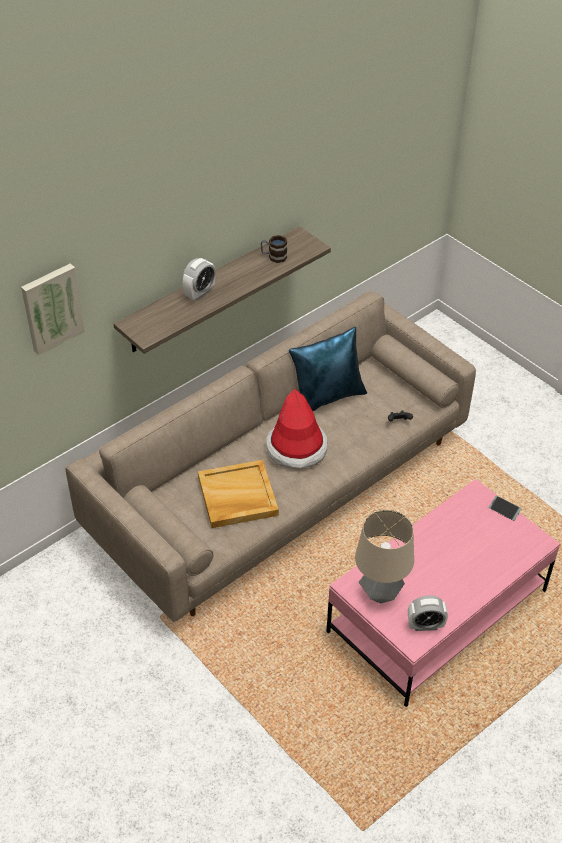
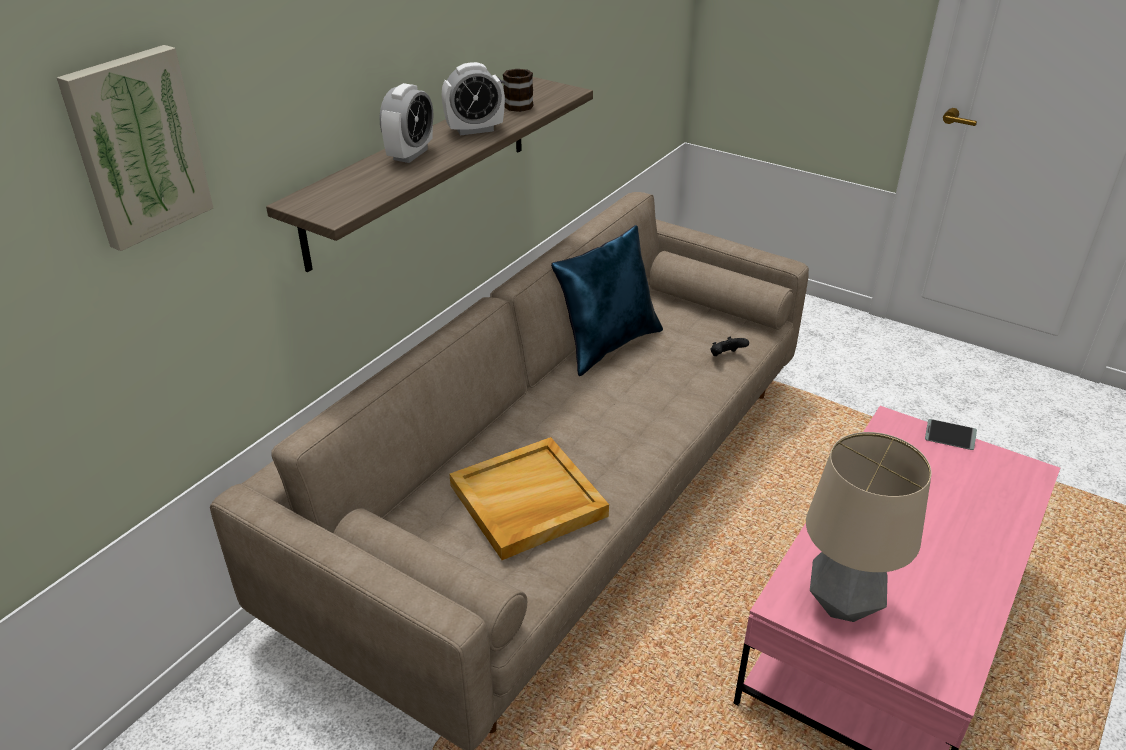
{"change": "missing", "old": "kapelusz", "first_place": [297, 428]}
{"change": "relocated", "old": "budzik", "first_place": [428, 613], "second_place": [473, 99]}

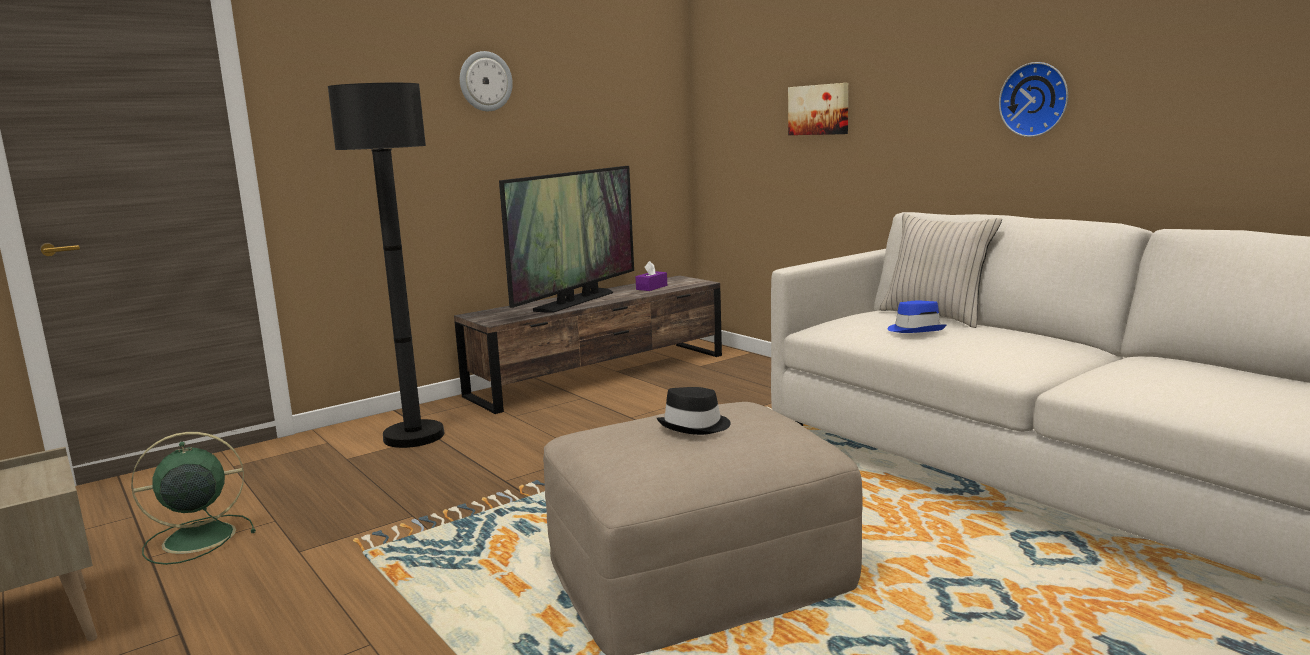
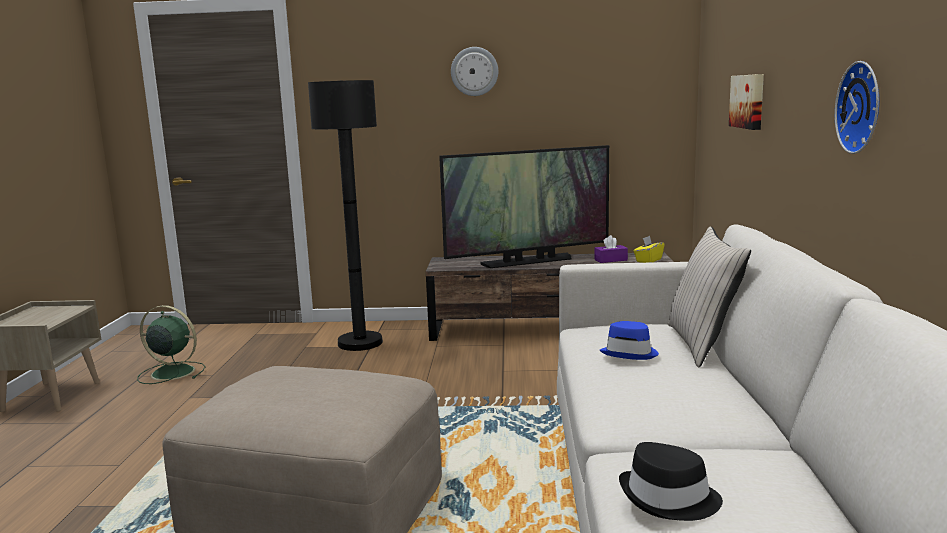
{"change": "relocated", "old": "kapelusz [czarny]", "first_place": [694, 411], "second_place": [671, 481]}
{"change": "appeared", "new": "pudełko chusteczek [żółty]", "second_place": [649, 249]}

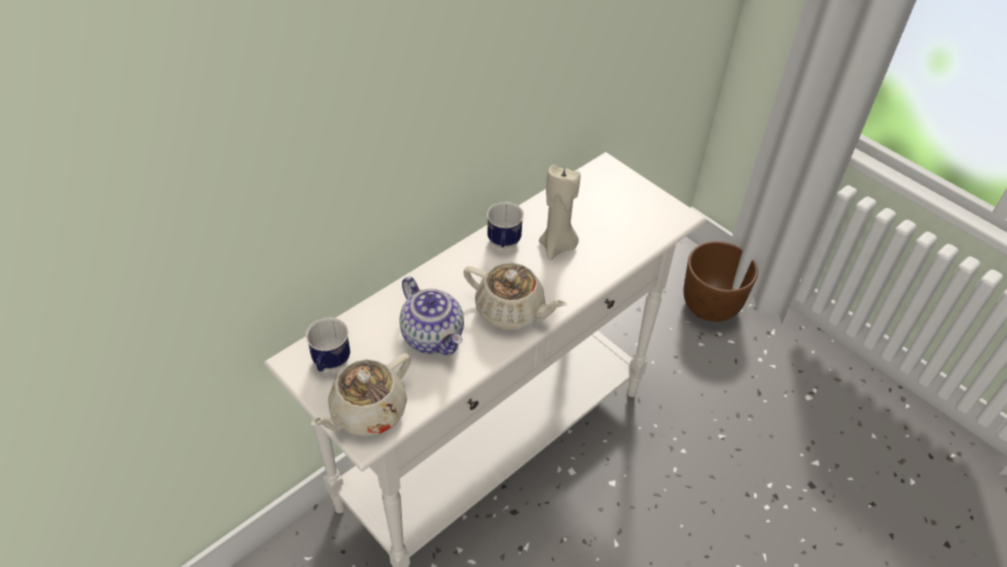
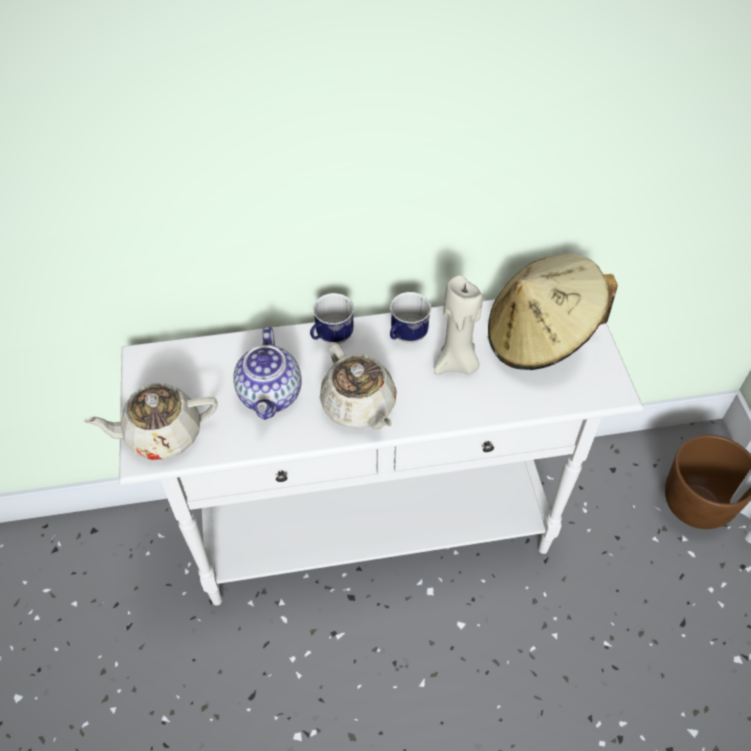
{"change": "relocated", "old": "kubek", "first_place": [327, 344], "second_place": [332, 318]}
{"change": "appeared", "new": "kapelusz [beżowy]", "second_place": [553, 312]}

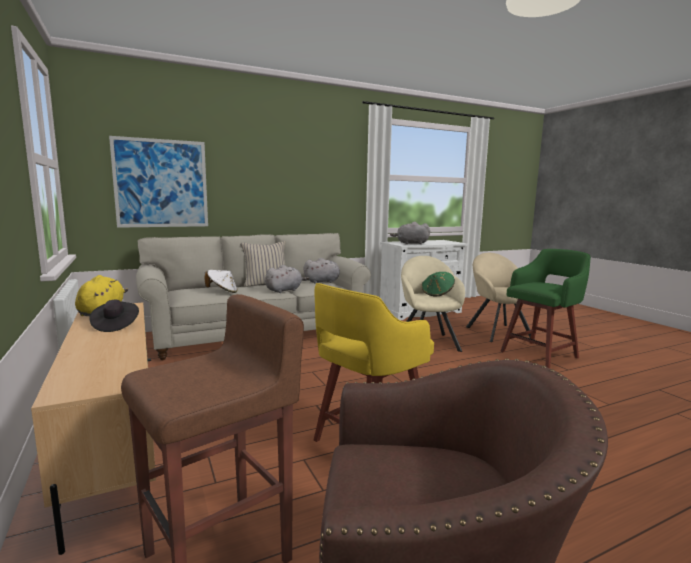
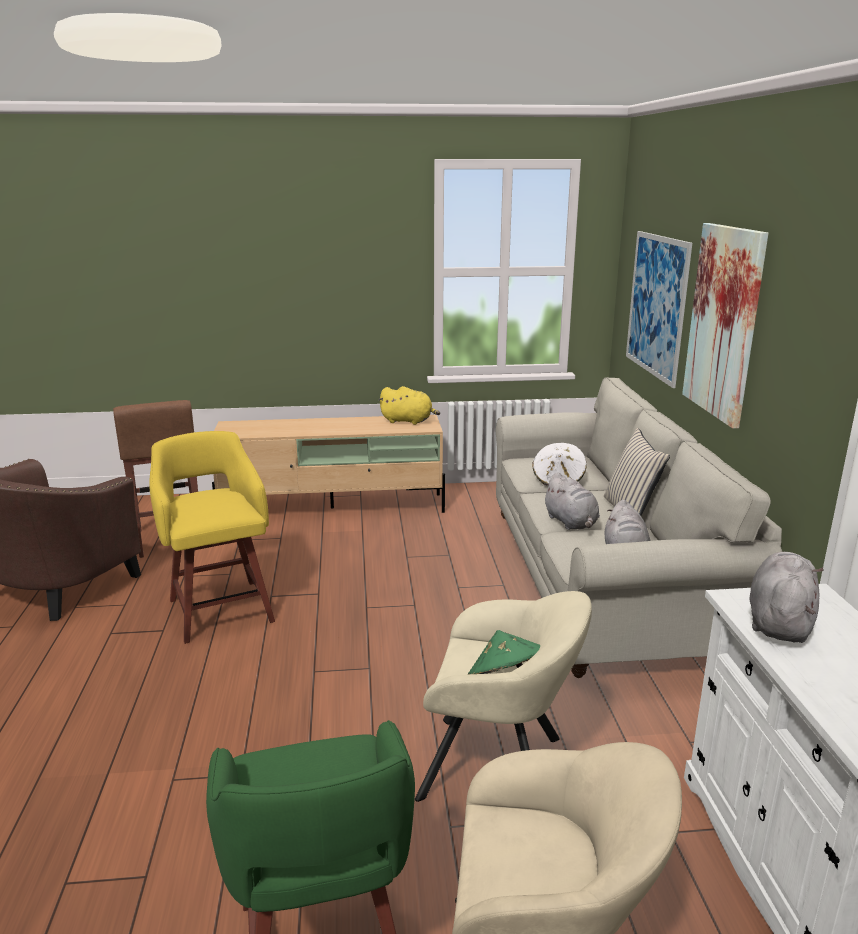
{"change": "missing", "old": "kapelusz [czarny]", "first_place": [114, 316]}
{"change": "appeared", "new": "obraz", "second_place": [725, 326]}

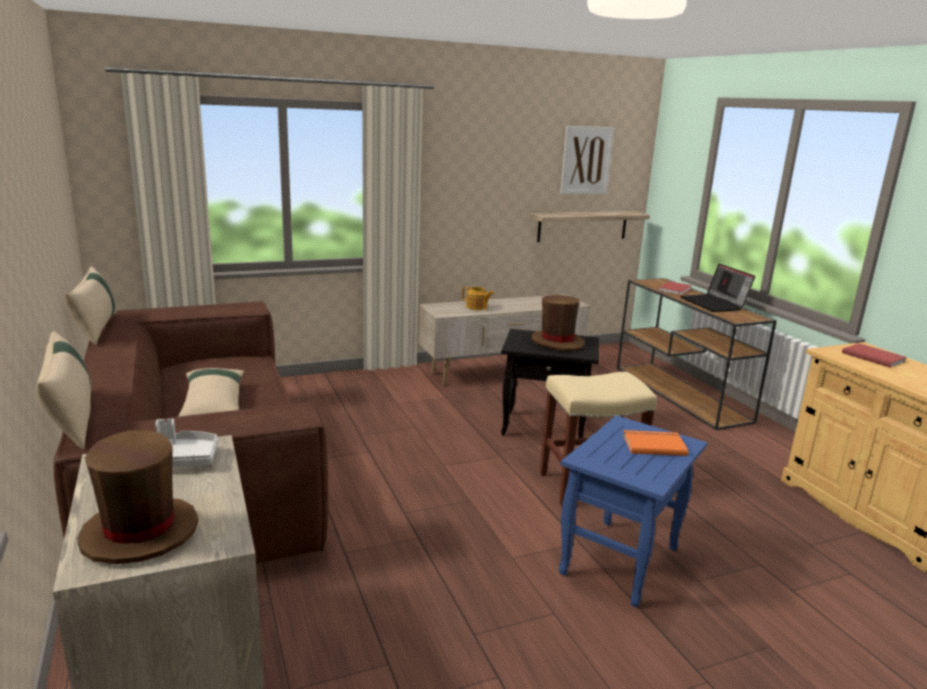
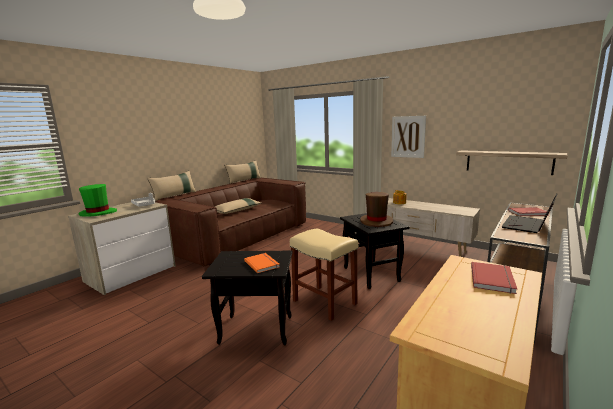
{"change": "colour", "old": "kapelusz [brązowy]", "new": "kapelusz [zielony]", "first_place": [137, 497], "second_place": [97, 200]}
{"change": "colour", "old": "stolik [niebieski]", "new": "stolik [czarny]", "first_place": [633, 511], "second_place": [247, 298]}
{"change": "relocated", "old": "obraz", "first_place": [587, 160], "second_place": [408, 137]}

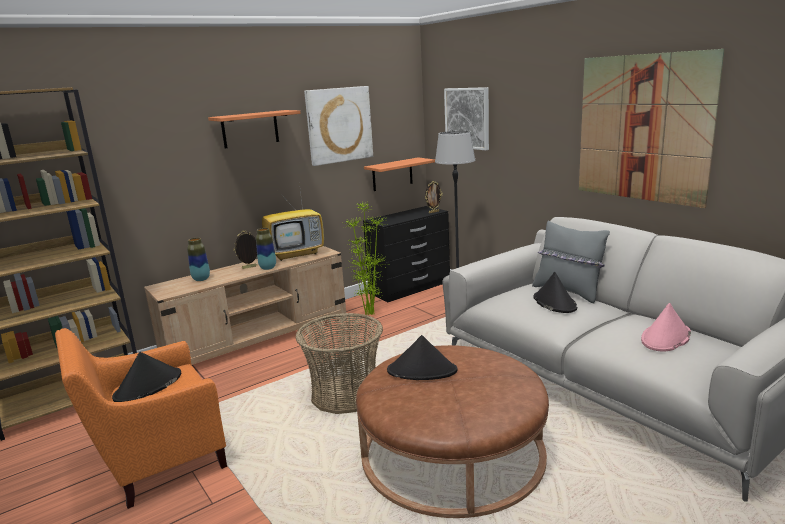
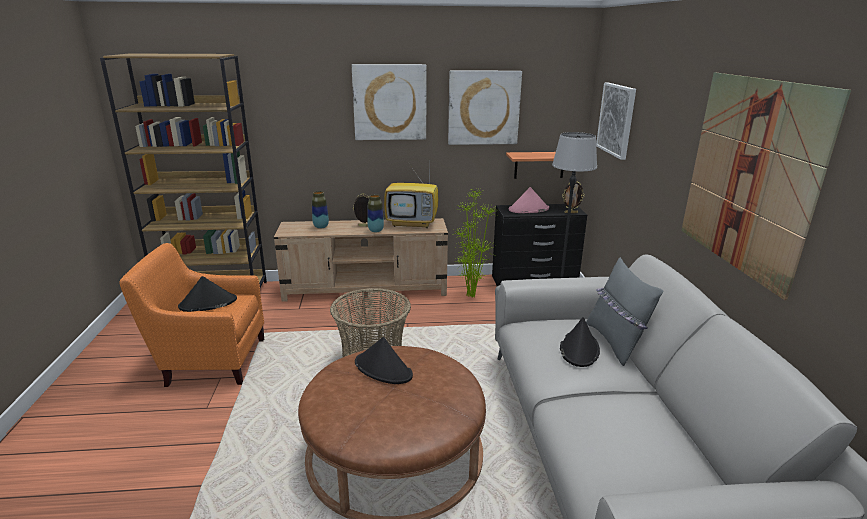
{"change": "exchanged", "old": "półka", "new": "obraz", "first_place": [254, 129], "second_place": [389, 102]}
{"change": "relocated", "old": "kapelusz [różowy]", "first_place": [666, 327], "second_place": [529, 200]}

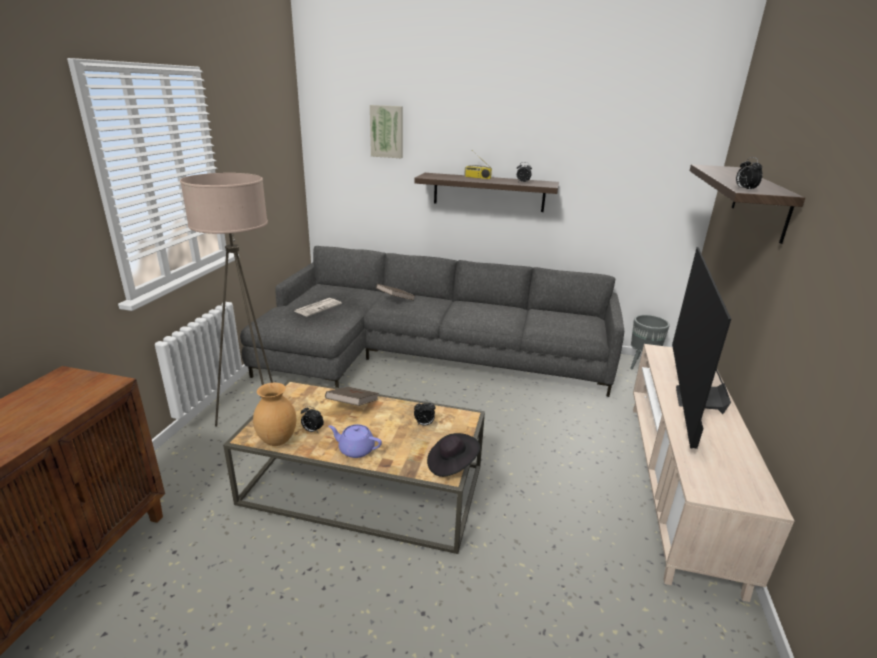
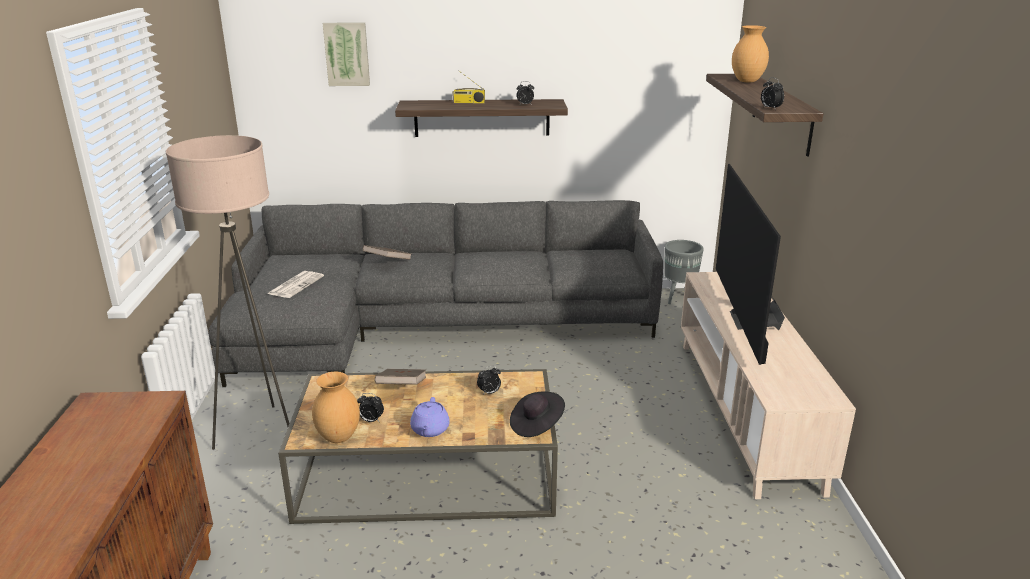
{"change": "spun", "old": "imbryk [fioletowy]", "first_place": [355, 441], "second_place": [430, 417], "degrees": -90}
{"change": "appeared", "new": "wazon [brązowy]", "second_place": [750, 53]}

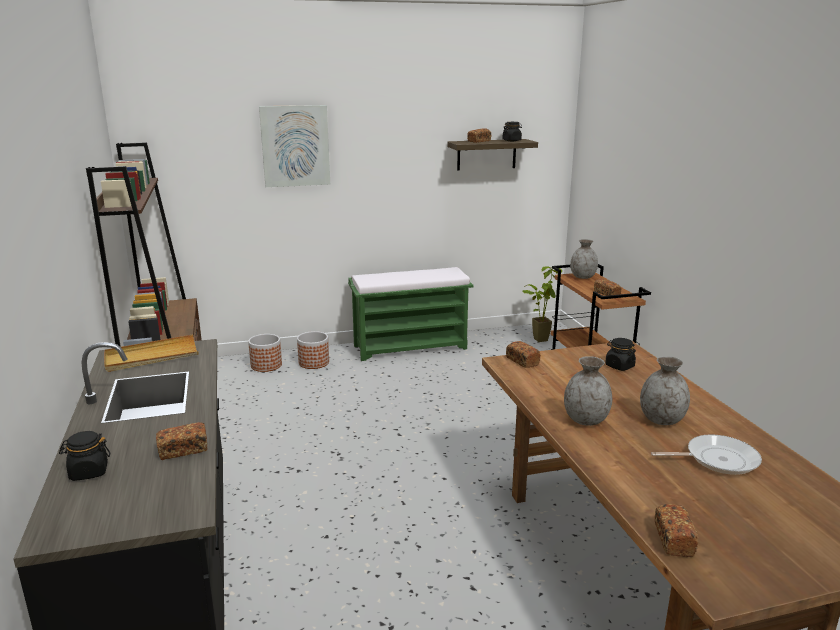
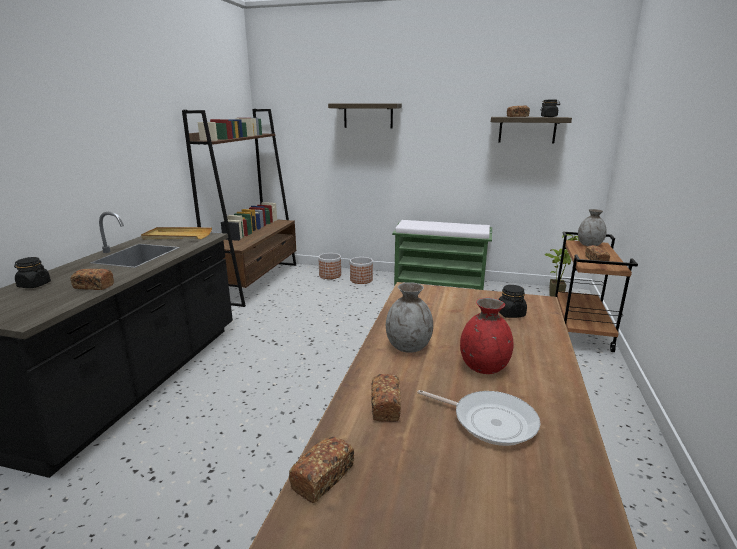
{"change": "exchanged", "old": "obraz", "new": "półka", "first_place": [294, 146], "second_place": [365, 116]}
{"change": "relocated", "old": "chleb", "first_place": [523, 354], "second_place": [386, 398]}
{"change": "colour", "old": "wazon [szary]", "new": "wazon [czerwony]", "first_place": [665, 390], "second_place": [487, 336]}

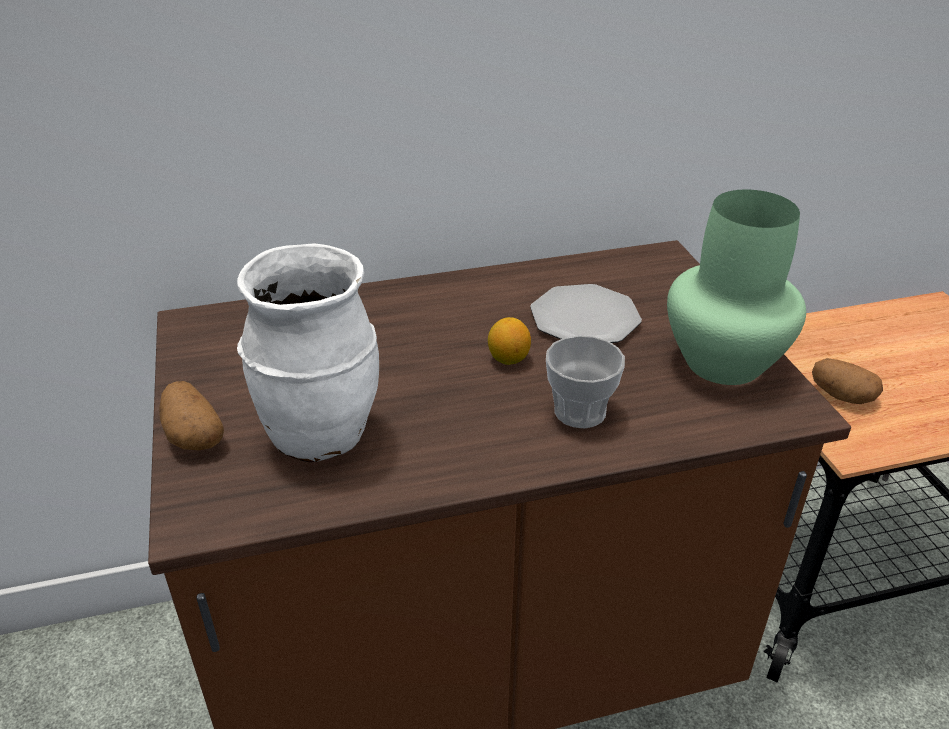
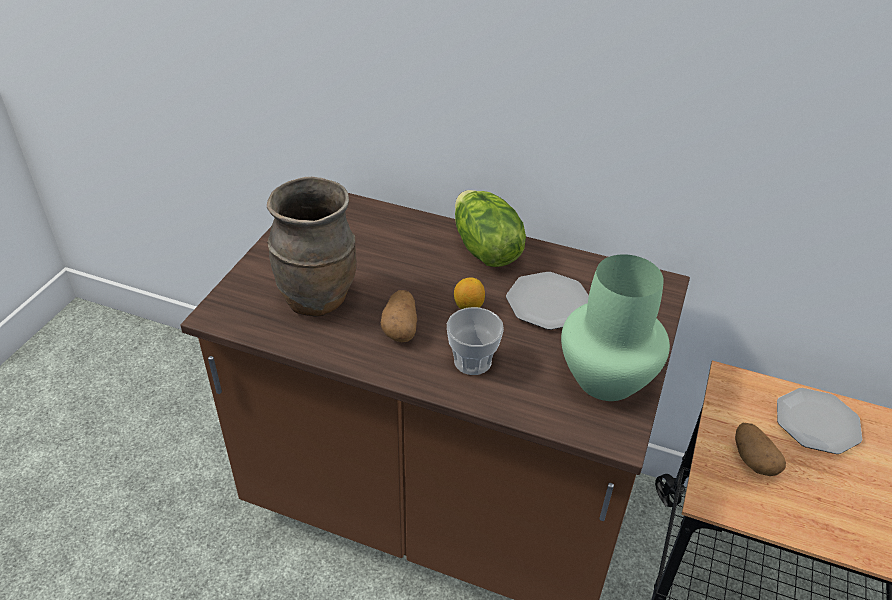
{"change": "relocated", "old": "ziemniak", "first_place": [191, 415], "second_place": [399, 316]}
{"change": "colour", "old": "wazon [biały]", "new": "wazon [brązowy]", "first_place": [308, 352], "second_place": [312, 246]}
{"change": "appeared", "new": "sałata", "second_place": [490, 228]}
{"change": "appeared", "new": "talerz", "second_place": [819, 421]}

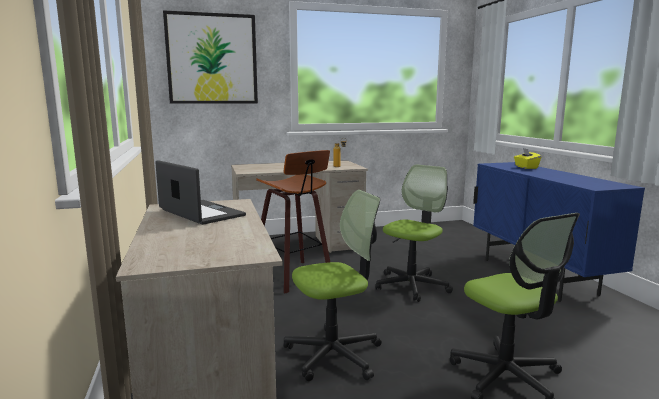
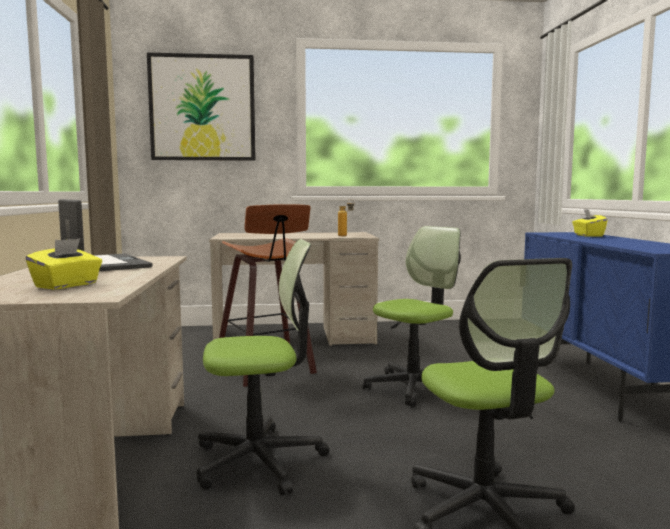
{"change": "appeared", "new": "pudełko chusteczek [żółty]", "second_place": [63, 264]}

